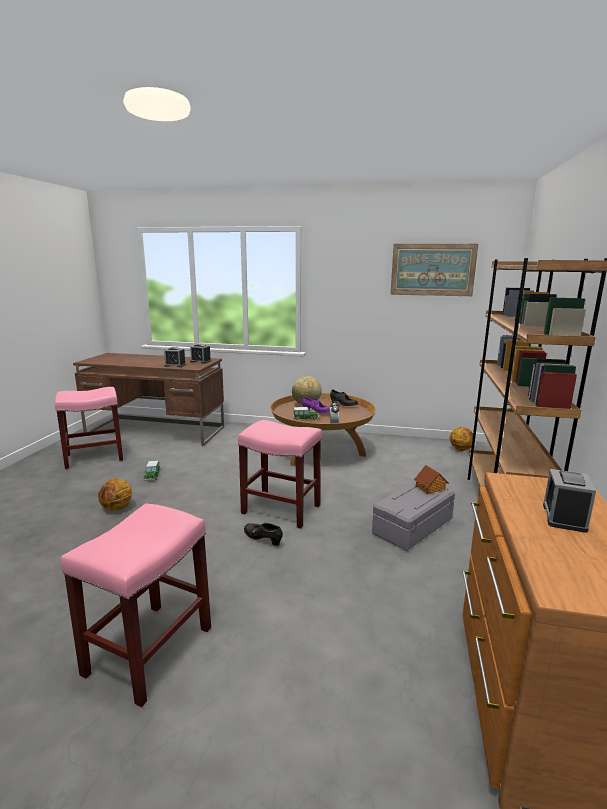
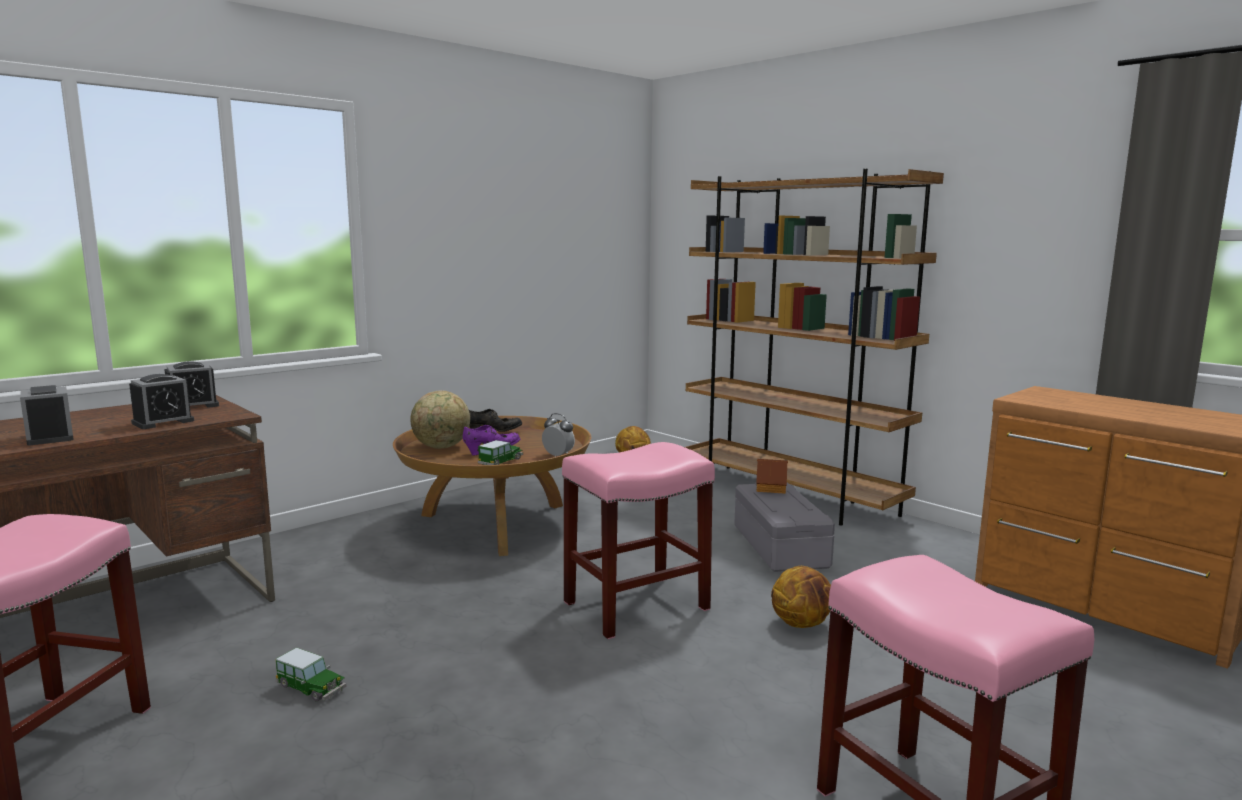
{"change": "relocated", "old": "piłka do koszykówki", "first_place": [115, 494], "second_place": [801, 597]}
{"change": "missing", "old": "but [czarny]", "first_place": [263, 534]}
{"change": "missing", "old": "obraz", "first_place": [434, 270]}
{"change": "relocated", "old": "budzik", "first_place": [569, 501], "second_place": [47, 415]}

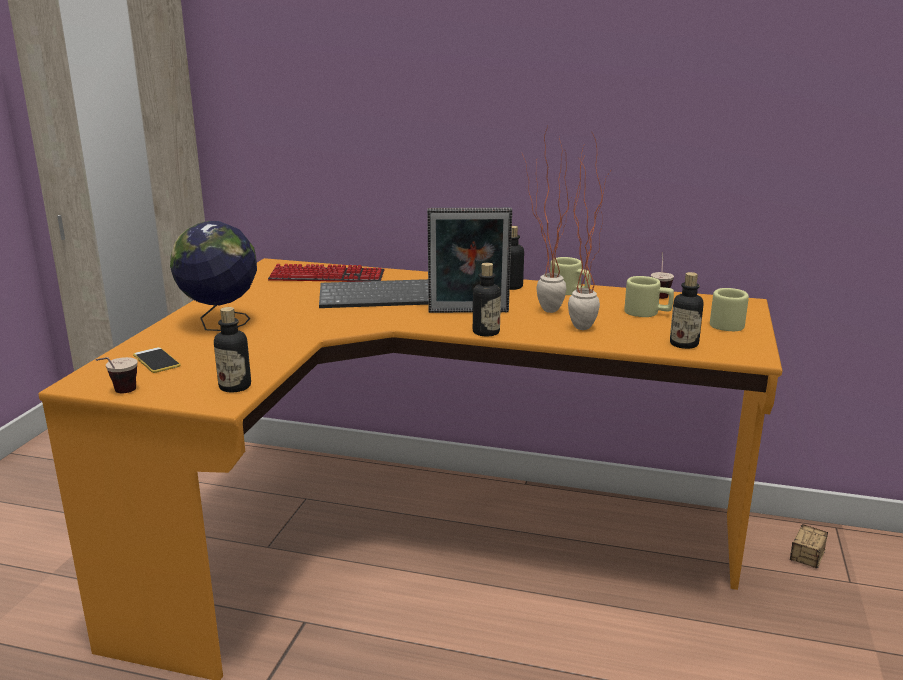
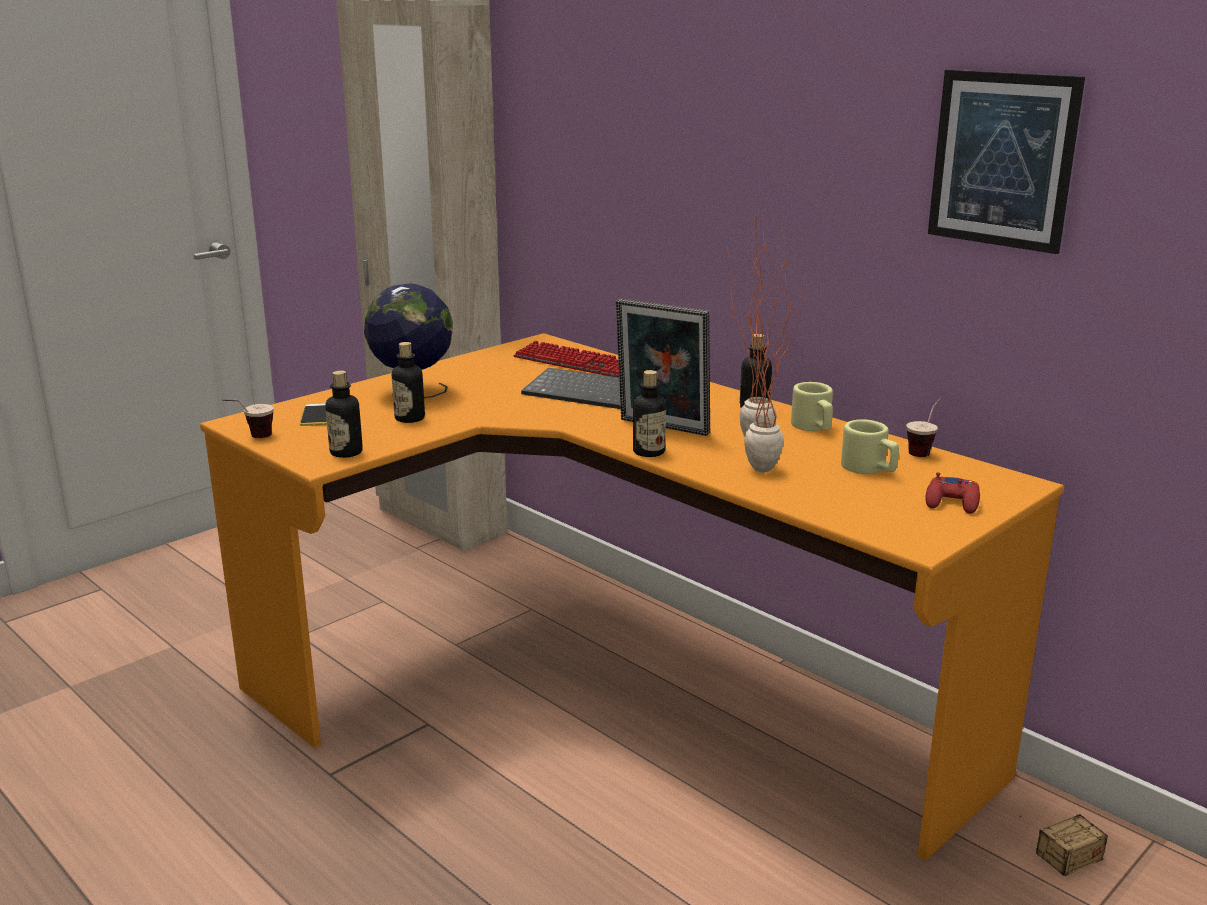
{"change": "relocated", "old": "butelka", "first_place": [686, 310], "second_place": [408, 382]}
{"change": "exchanged", "old": "kubek [beżowy]", "new": "pad do gier [czerwony]", "first_place": [729, 309], "second_place": [952, 493]}
{"change": "appeared", "new": "obraz", "second_place": [1006, 162]}

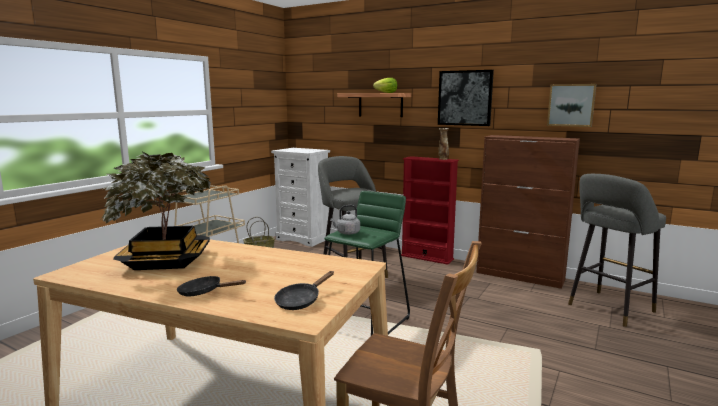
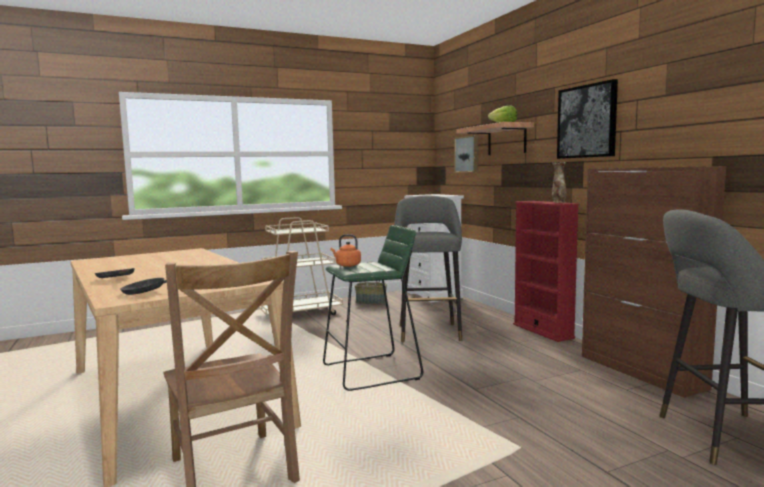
{"change": "missing", "old": "roślina doniczkowa", "first_place": [156, 211]}
{"change": "colour", "old": "czajnik [szary]", "new": "czajnik [pomarańczowy]", "first_place": [345, 220], "second_place": [346, 250]}
{"change": "relocated", "old": "obraz", "first_place": [571, 105], "second_place": [466, 154]}

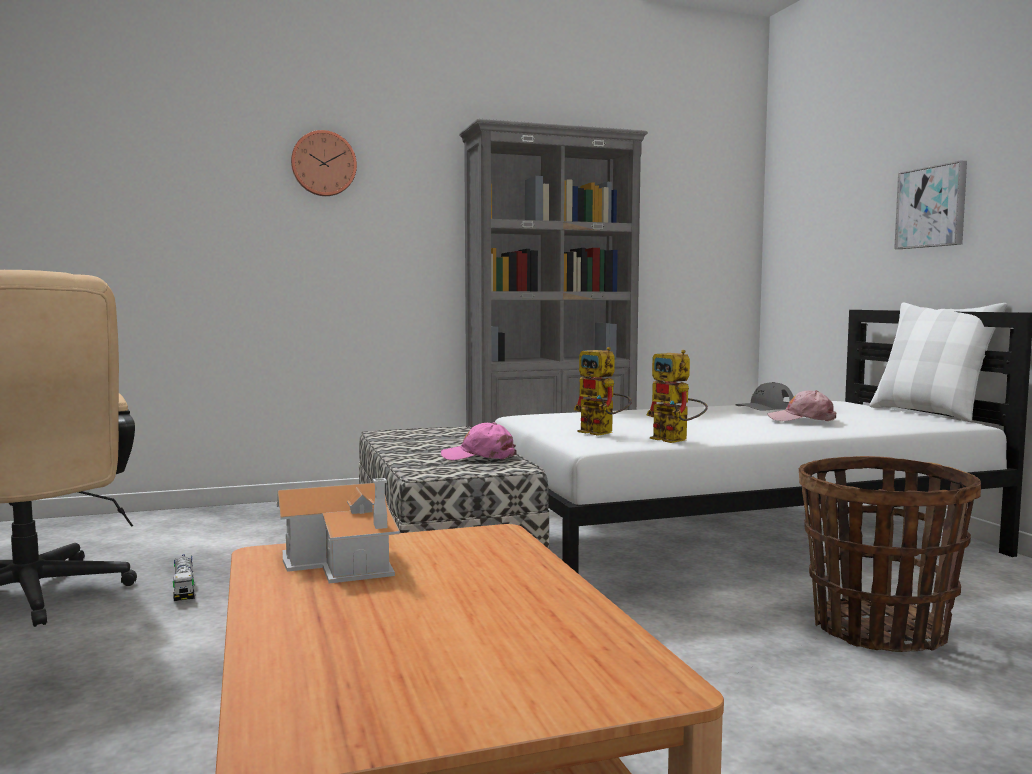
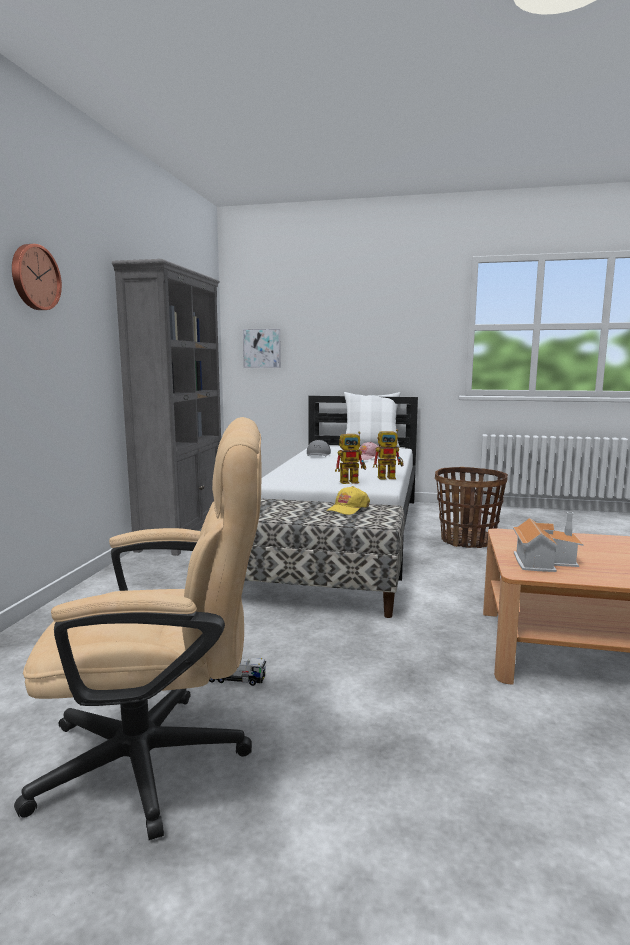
{"change": "colour", "old": "czapka z daszkiem [różowy]", "new": "czapka z daszkiem [żółty]", "first_place": [479, 441], "second_place": [348, 500]}
{"change": "relocated", "old": "obraz", "first_place": [930, 204], "second_place": [262, 348]}

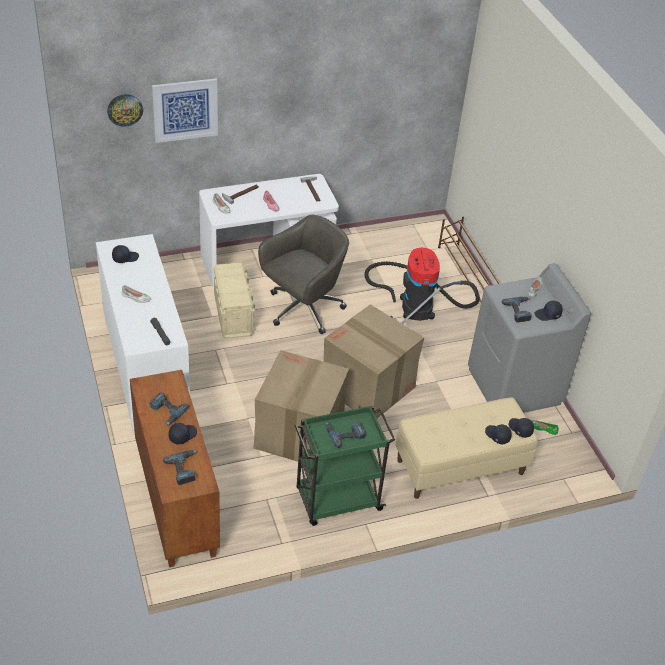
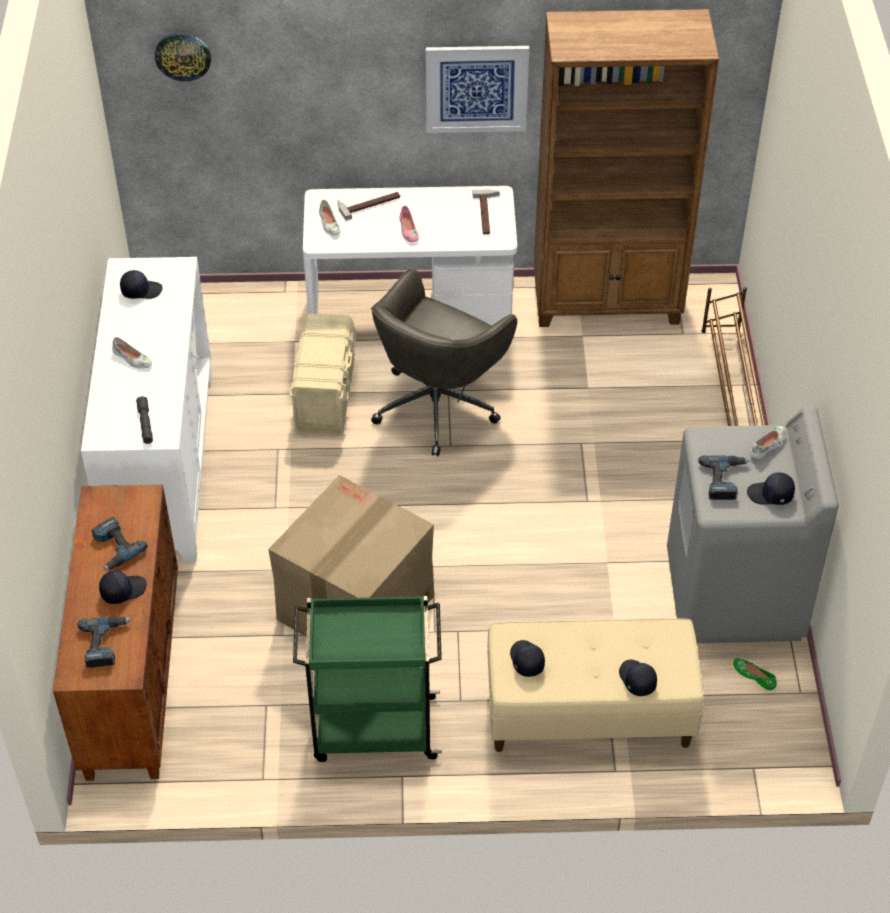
{"change": "relocated", "old": "obraz", "first_place": [185, 110], "second_place": [477, 89]}
{"change": "spun", "old": "krzesło biurowe [szary]", "first_place": [303, 274], "second_place": [444, 362], "degrees": 150}
{"change": "missing", "old": "karton", "first_place": [373, 361]}
{"change": "missing", "old": "wiertarka", "first_place": [345, 434]}
{"change": "missing", "old": "odkurzacz", "first_place": [422, 286]}
{"change": "relocated", "old": "czapka z daszkiem [czarny]", "first_place": [521, 428], "second_place": [527, 658]}
{"change": "appeared", "new": "regał [brązowy]", "second_place": [626, 168]}

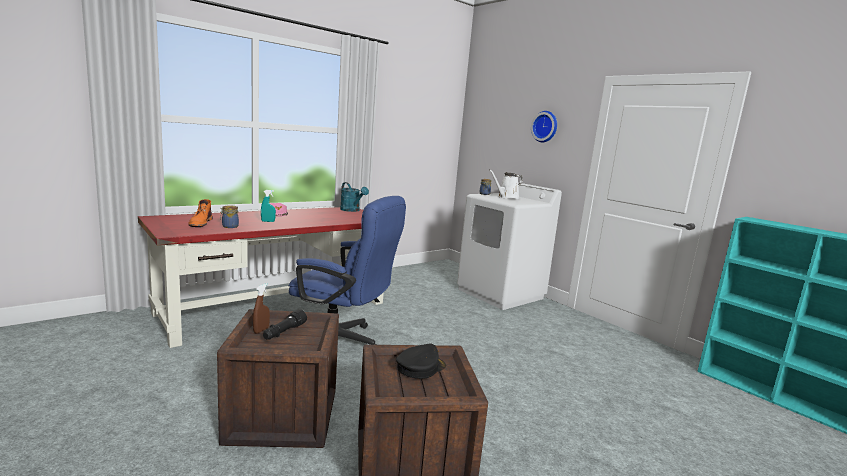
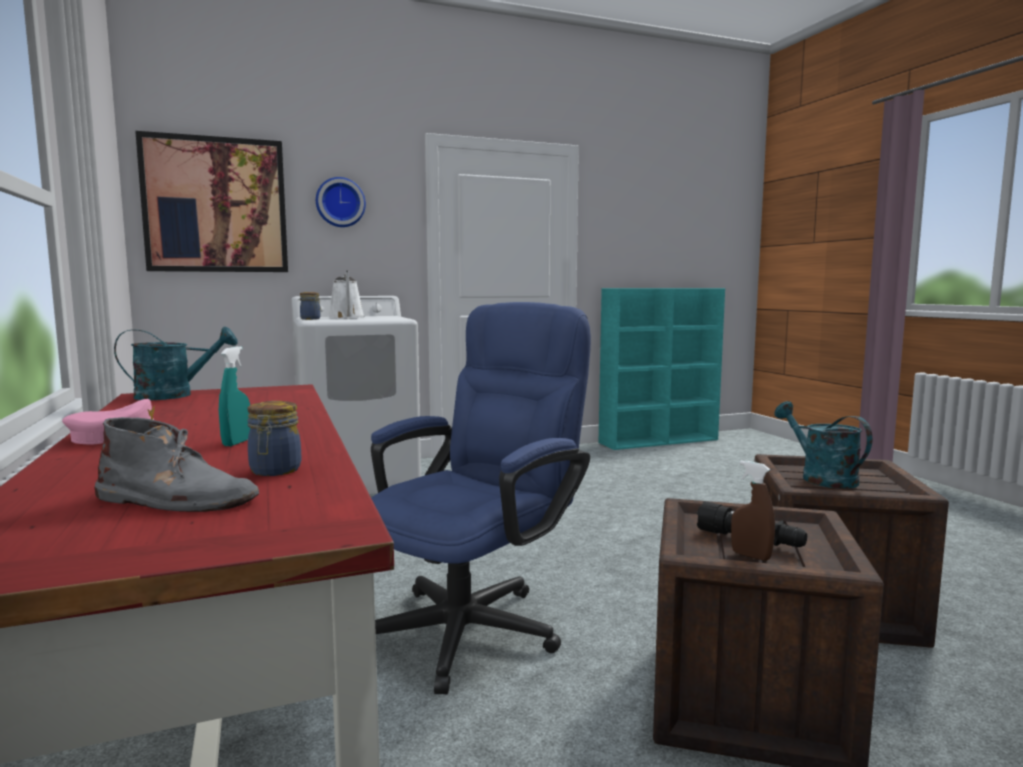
{"change": "colour", "old": "but z cholewką [pomarańczowy]", "new": "but z cholewką [szary]", "first_place": [200, 213], "second_place": [177, 464]}
{"change": "exchanged", "old": "czapka z daszkiem [czarny]", "new": "konewka [turkusowy]", "first_place": [421, 361], "second_place": [823, 445]}
{"change": "appeared", "new": "obraz", "second_place": [211, 201]}

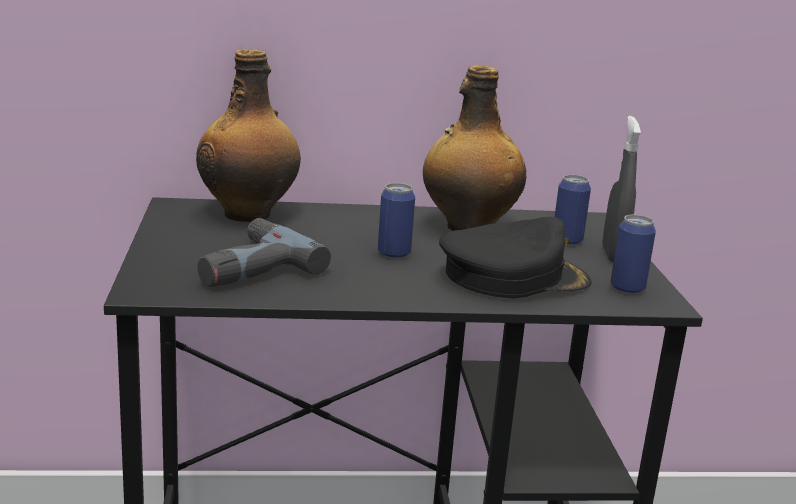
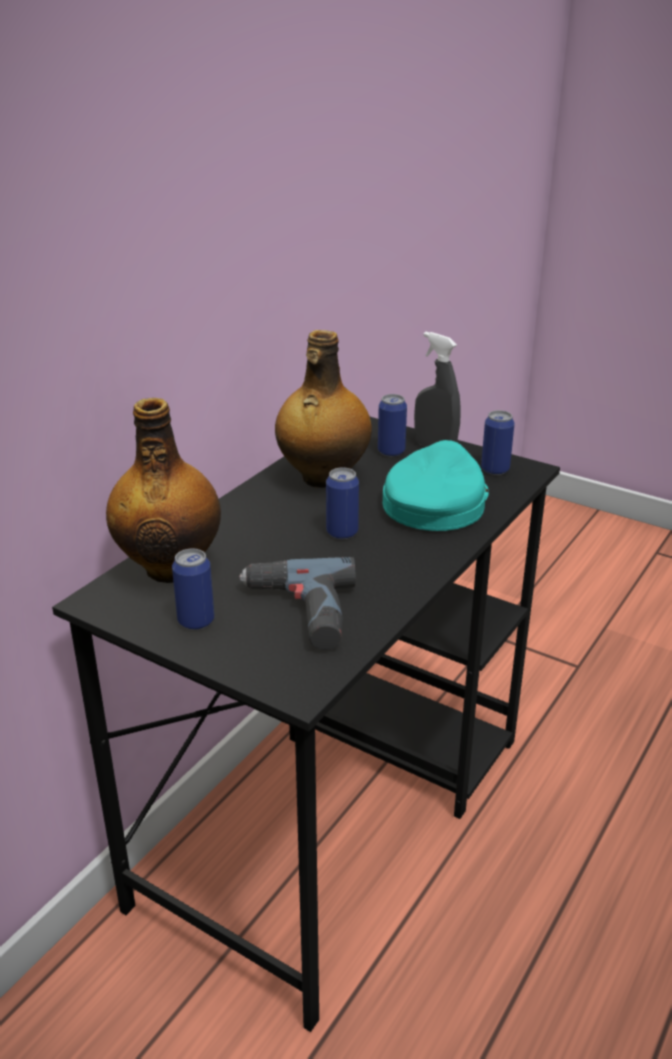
{"change": "colour", "old": "czapka z daszkiem [czarny]", "new": "czapka z daszkiem [turkusowy]", "first_place": [515, 257], "second_place": [436, 485]}
{"change": "appeared", "new": "puszka", "second_place": [193, 589]}

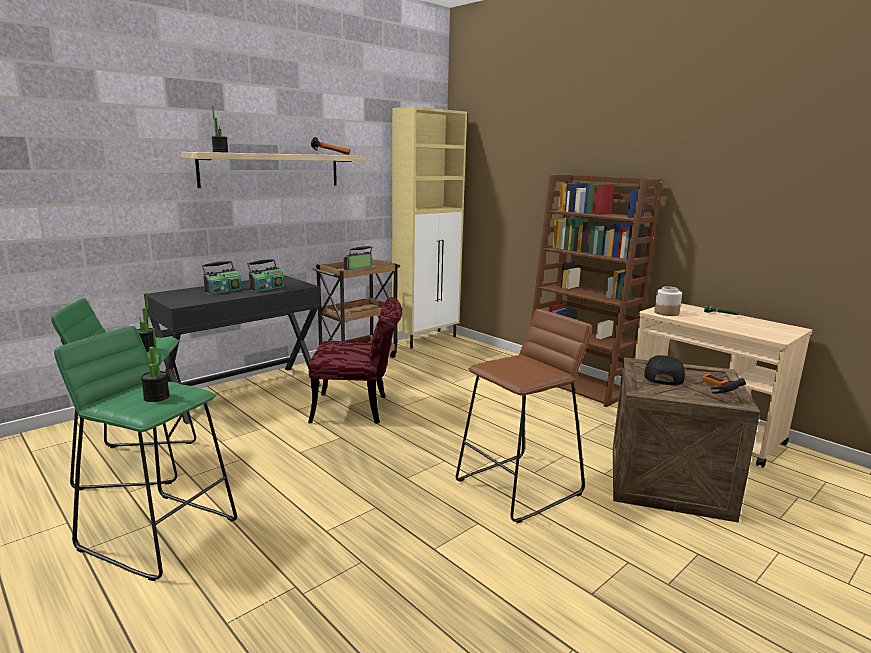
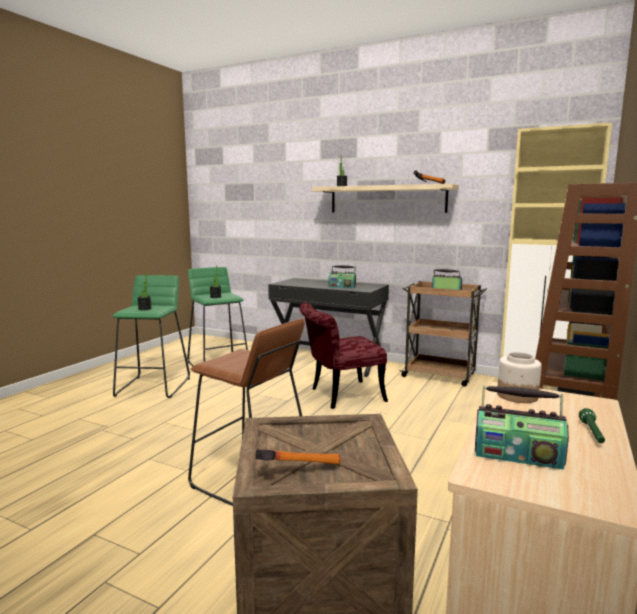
{"change": "relocated", "old": "radio", "first_place": [222, 278], "second_place": [522, 428]}
{"change": "spun", "old": "krzesło [czerwony]", "first_place": [355, 360], "second_place": [344, 355], "degrees": 90}
{"change": "missing", "old": "czapka z daszkiem [czarny]", "first_place": [664, 370]}

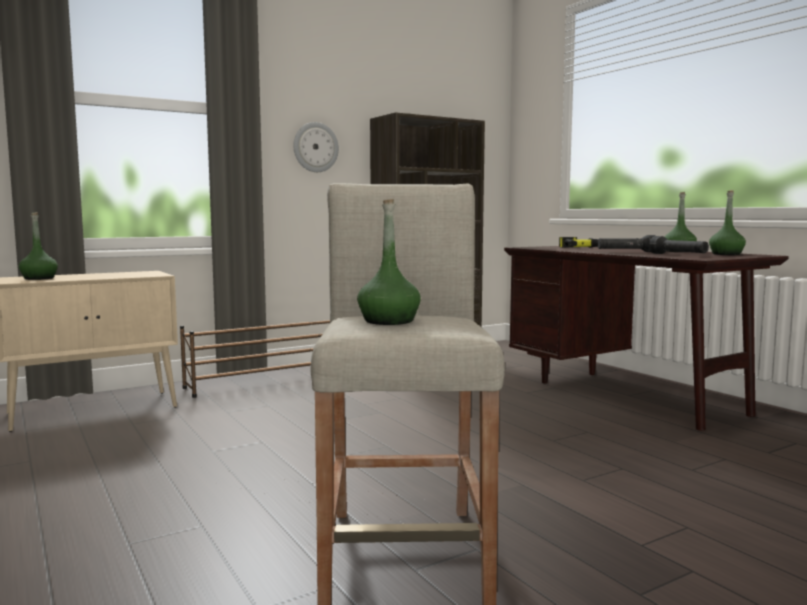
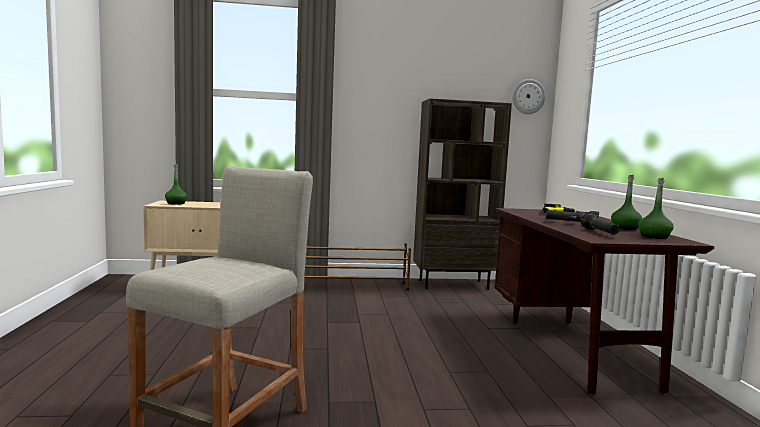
{"change": "relocated", "old": "zegar ścienny", "first_place": [316, 147], "second_place": [528, 96]}
{"change": "missing", "old": "butelka [zielony]", "first_place": [389, 262]}

